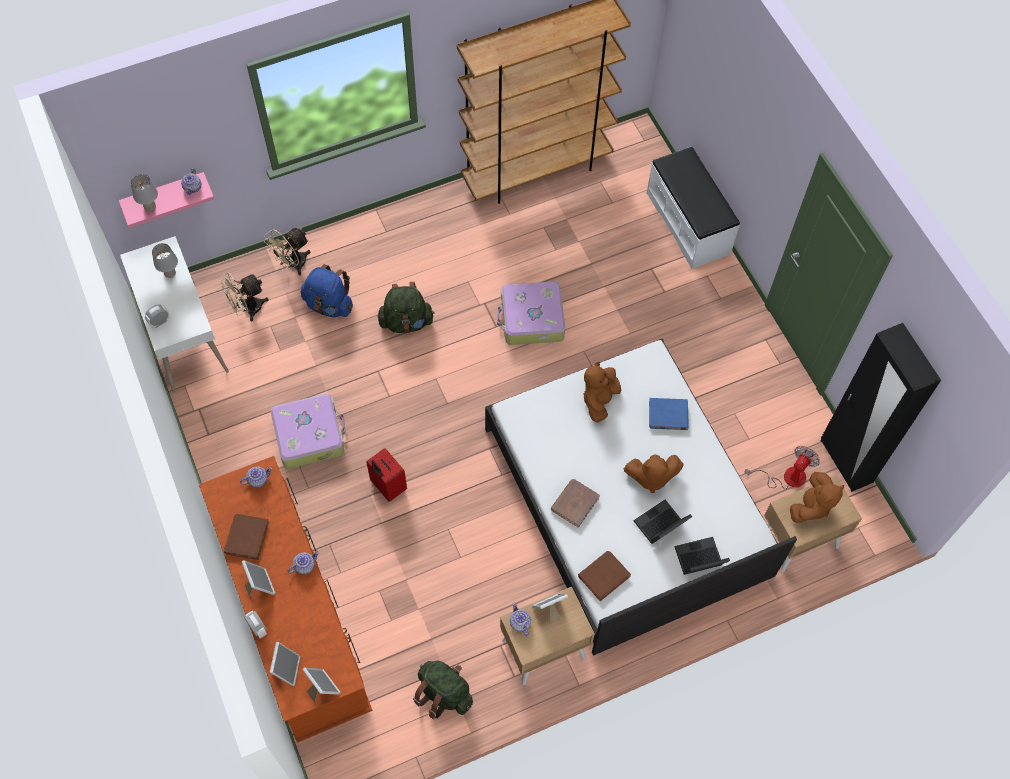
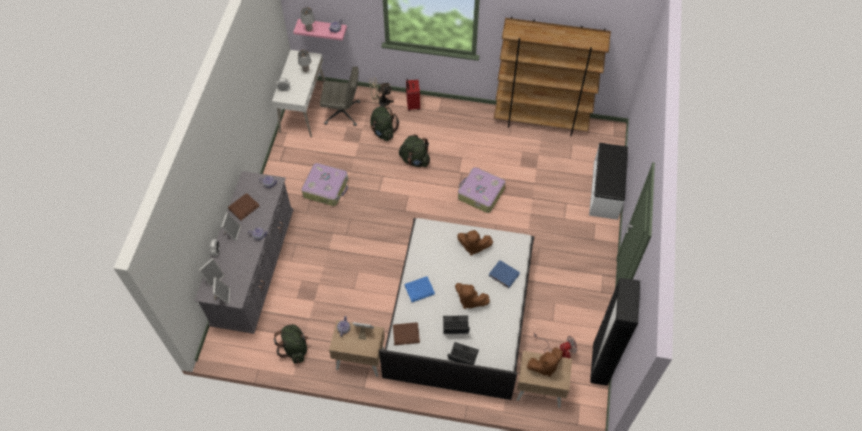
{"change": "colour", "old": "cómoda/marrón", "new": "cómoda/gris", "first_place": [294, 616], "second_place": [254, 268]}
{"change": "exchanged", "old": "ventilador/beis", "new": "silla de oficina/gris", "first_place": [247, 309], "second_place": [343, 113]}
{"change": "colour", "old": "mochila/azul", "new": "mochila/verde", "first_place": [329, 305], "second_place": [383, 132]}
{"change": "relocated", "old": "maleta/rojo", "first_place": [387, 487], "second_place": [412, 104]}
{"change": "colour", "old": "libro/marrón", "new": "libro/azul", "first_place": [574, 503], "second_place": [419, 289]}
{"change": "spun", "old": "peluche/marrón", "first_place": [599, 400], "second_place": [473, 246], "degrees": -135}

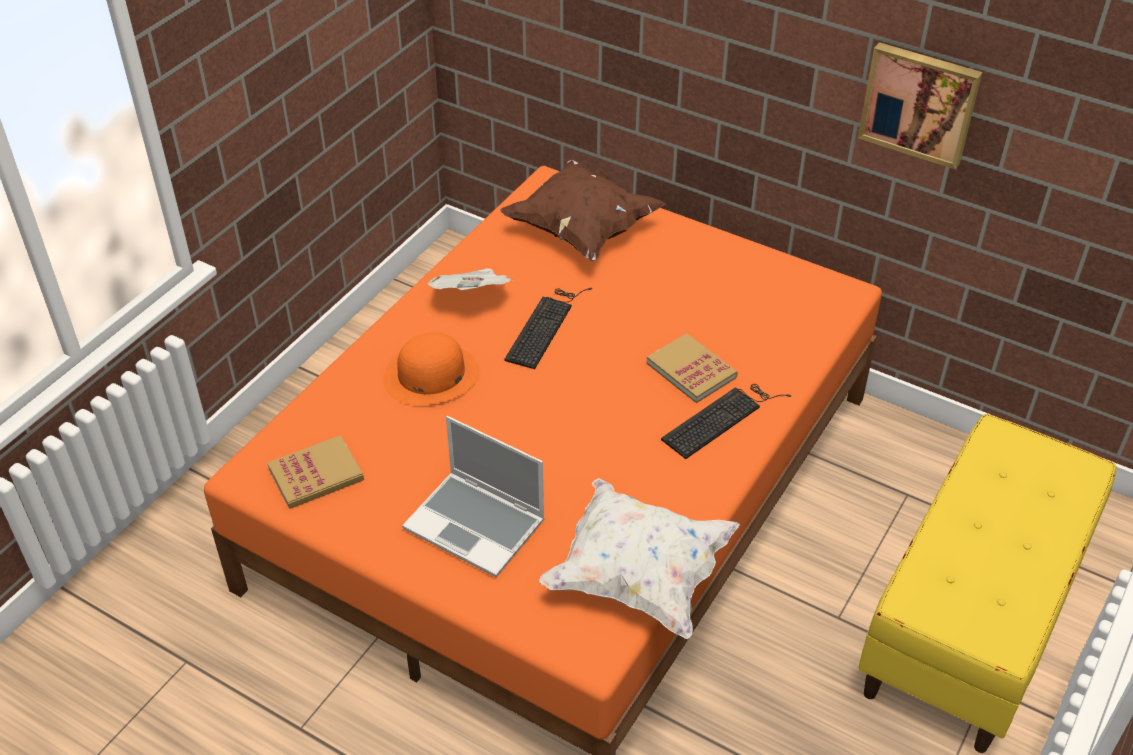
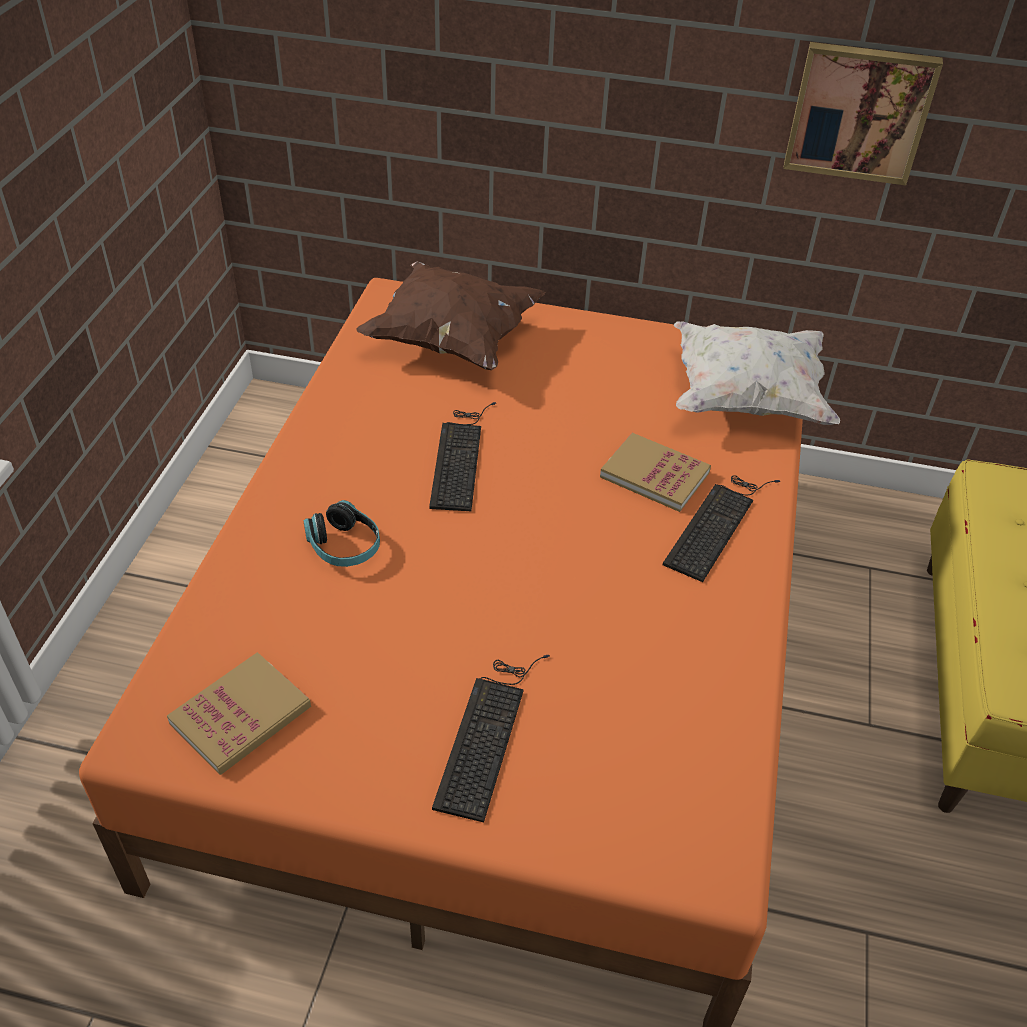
{"change": "exchanged", "old": "sombrero/naranja", "new": "auriculares", "first_place": [431, 375], "second_place": [344, 546]}
{"change": "exchanged", "old": "portátil", "new": "teclado", "first_place": [477, 525], "second_place": [488, 731]}
{"change": "missing", "old": "periódico", "first_place": [472, 297]}
{"change": "relocated", "old": "cojín/blanco", "first_place": [638, 576], "second_place": [746, 398]}

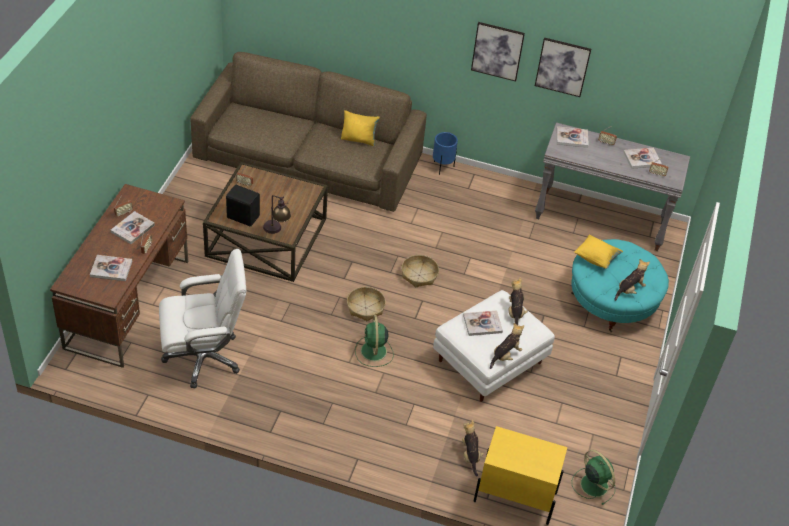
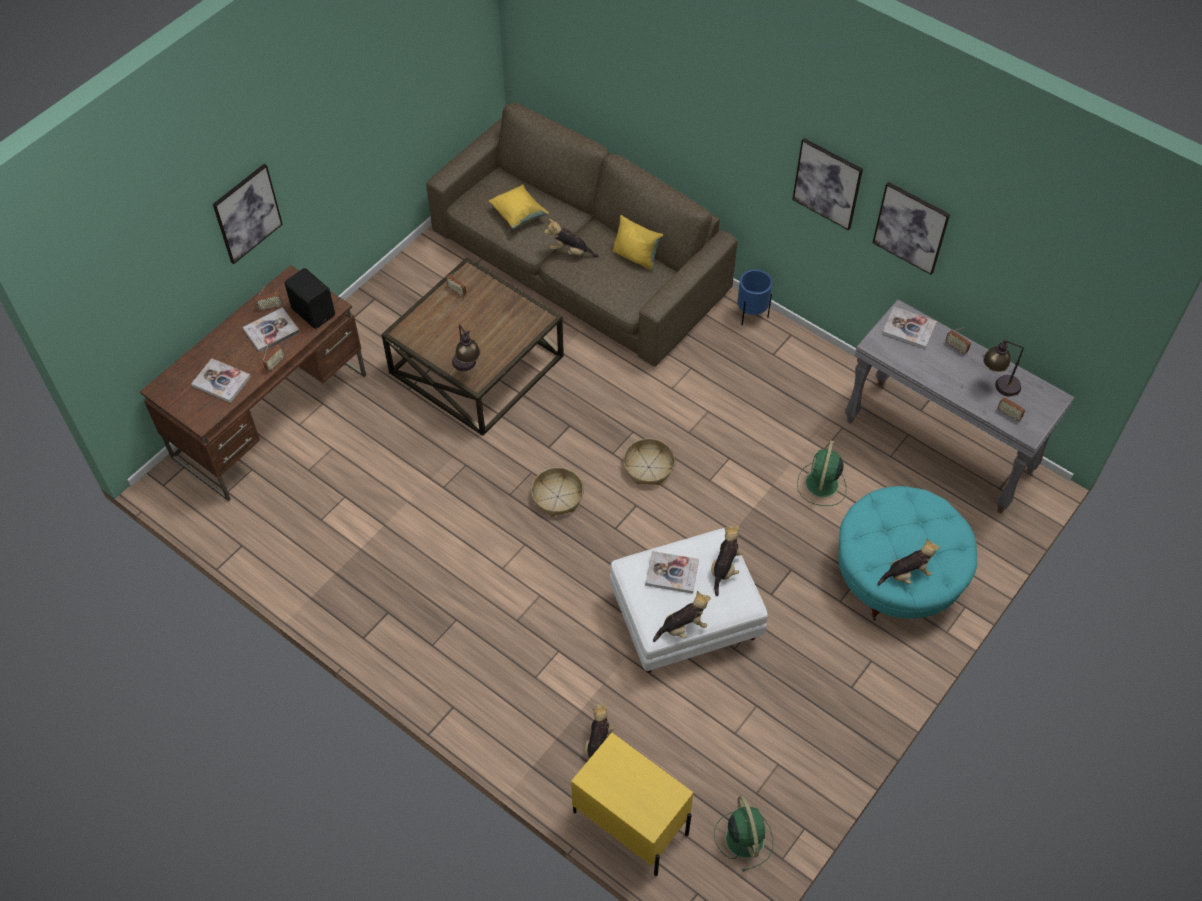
{"change": "missing", "old": "silla de oficina/blanco", "first_place": [204, 357]}
{"change": "relocated", "old": "altavoz/negro", "first_place": [243, 216], "second_place": [314, 311]}
{"change": "relocated", "old": "ventilador/verde", "first_place": [373, 352], "second_place": [821, 485]}
{"change": "relocated", "old": "cojín/amarillo", "first_place": [596, 258], "second_place": [518, 215]}
{"change": "exchanged", "old": "libro", "new": "lámpara de mesa", "first_place": [642, 159], "second_place": [997, 385]}
{"change": "appeared", "new": "cuadro", "second_place": [247, 213]}
{"change": "appeared", "new": "peluche", "second_place": [570, 251]}

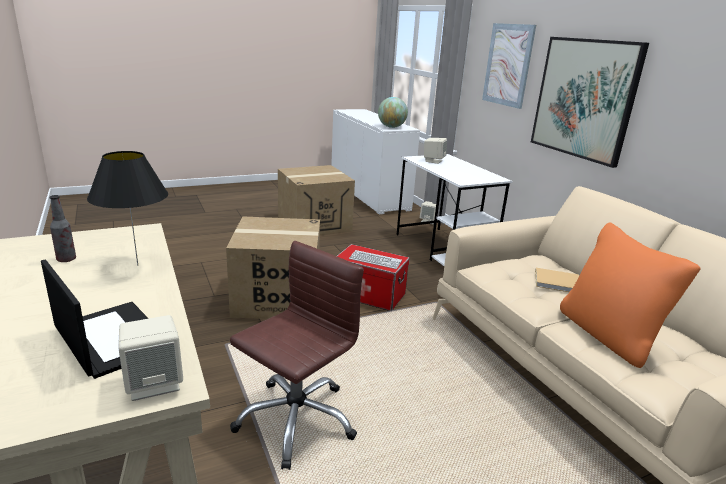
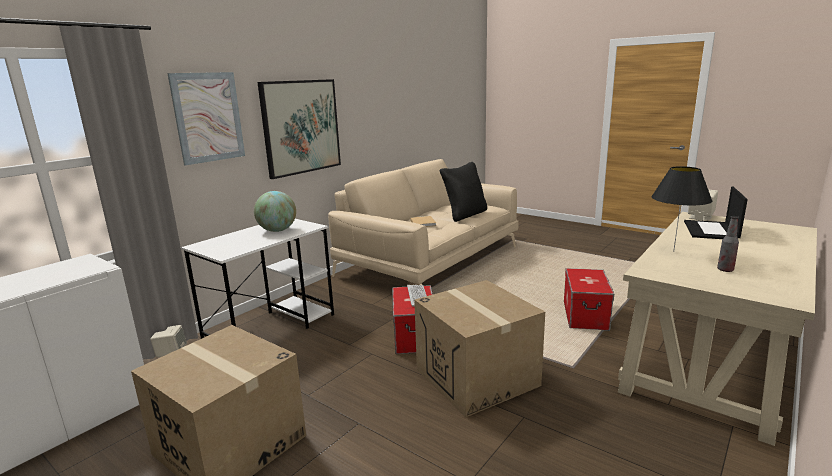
{"change": "exchanged", "old": "silla de oficina/marrón", "new": "caja de almacenaje", "first_place": [295, 419], "second_place": [585, 315]}
{"change": "relocated", "old": "globo terráqueo", "first_place": [391, 127], "second_place": [277, 230]}
{"change": "missing", "old": "altavoz/beis", "first_place": [433, 161]}
{"change": "colour", "old": "cojín/naranja", "new": "cojín/negro", "first_place": [608, 335], "second_place": [464, 215]}

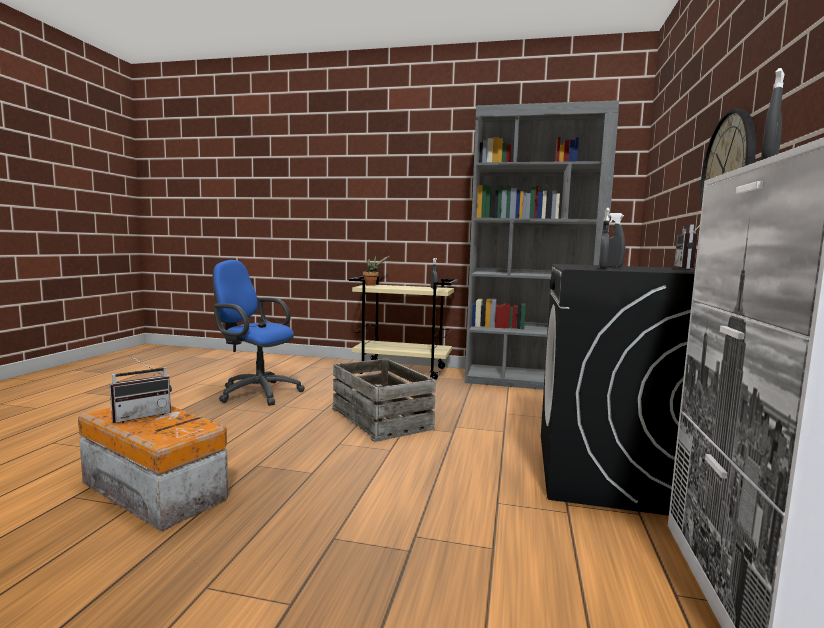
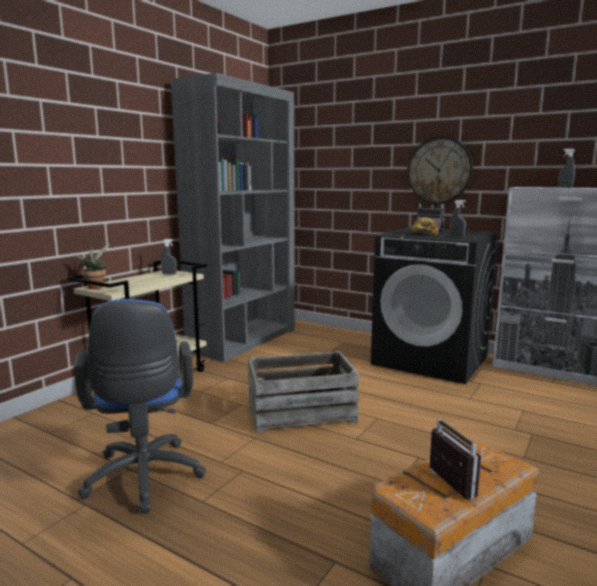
{"change": "spun", "old": "silla de oficina/azul", "first_place": [256, 392], "second_place": [143, 480], "degrees": -60}
{"change": "exchanged", "old": "pulverizador/gris", "new": "gorra", "first_place": [612, 267], "second_place": [424, 233]}

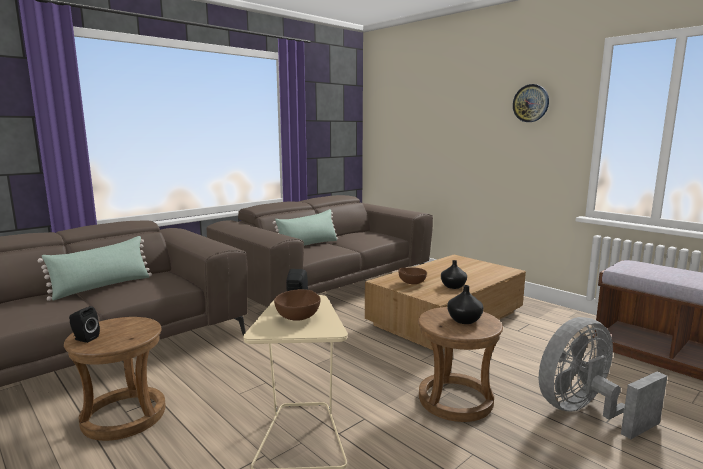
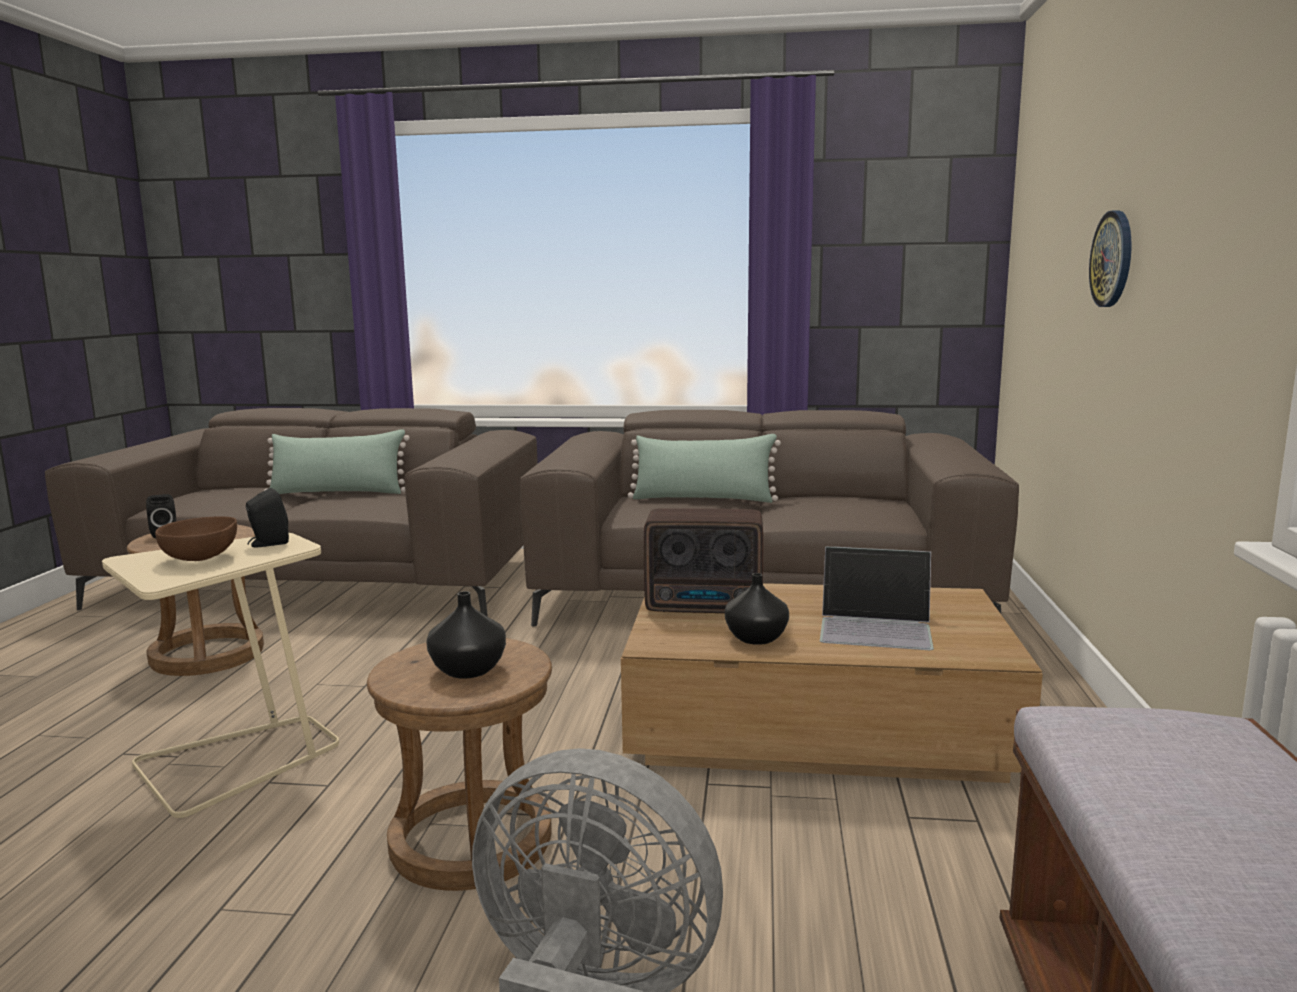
{"change": "exchanged", "old": "cuenco/marrón", "new": "radio", "first_place": [411, 283], "second_place": [706, 607]}
{"change": "relocated", "old": "reloj de pared", "first_place": [531, 103], "second_place": [1113, 259]}
{"change": "appeared", "new": "portátil", "second_place": [876, 627]}

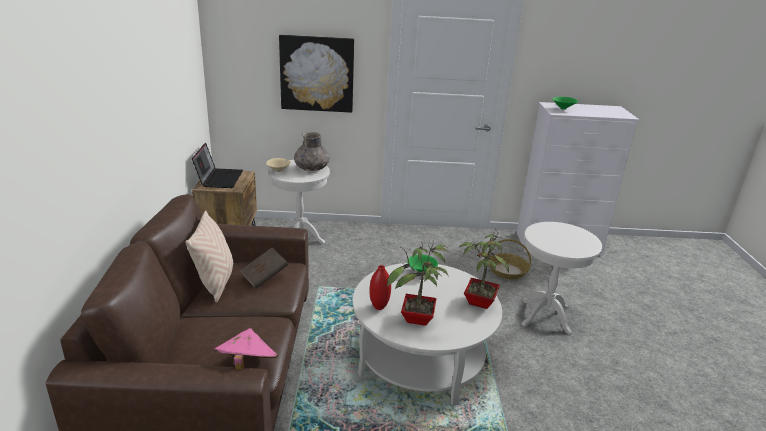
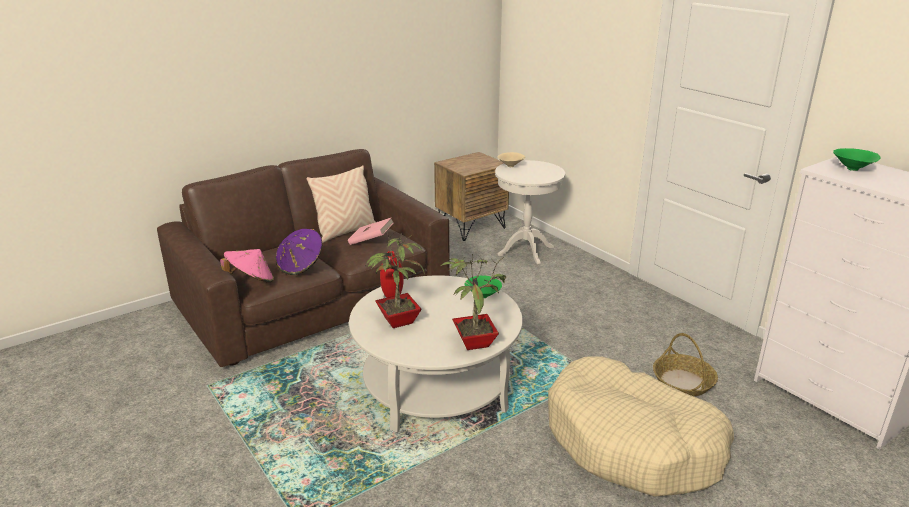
{"change": "missing", "old": "portátil", "first_place": [219, 178]}
{"change": "colour", "old": "libro/marrón", "new": "libro/rosa", "first_place": [264, 277], "second_place": [371, 241]}
{"change": "missing", "old": "cuadro", "first_place": [317, 74]}
{"change": "missing", "old": "florero/gris", "first_place": [312, 168]}
{"change": "exchanged", "old": "mesa auxiliar/blanco", "new": "cama para perro/beis", "first_place": [545, 316], "second_place": [632, 442]}
{"change": "appeared", "new": "sombrero/morado", "second_place": [300, 266]}

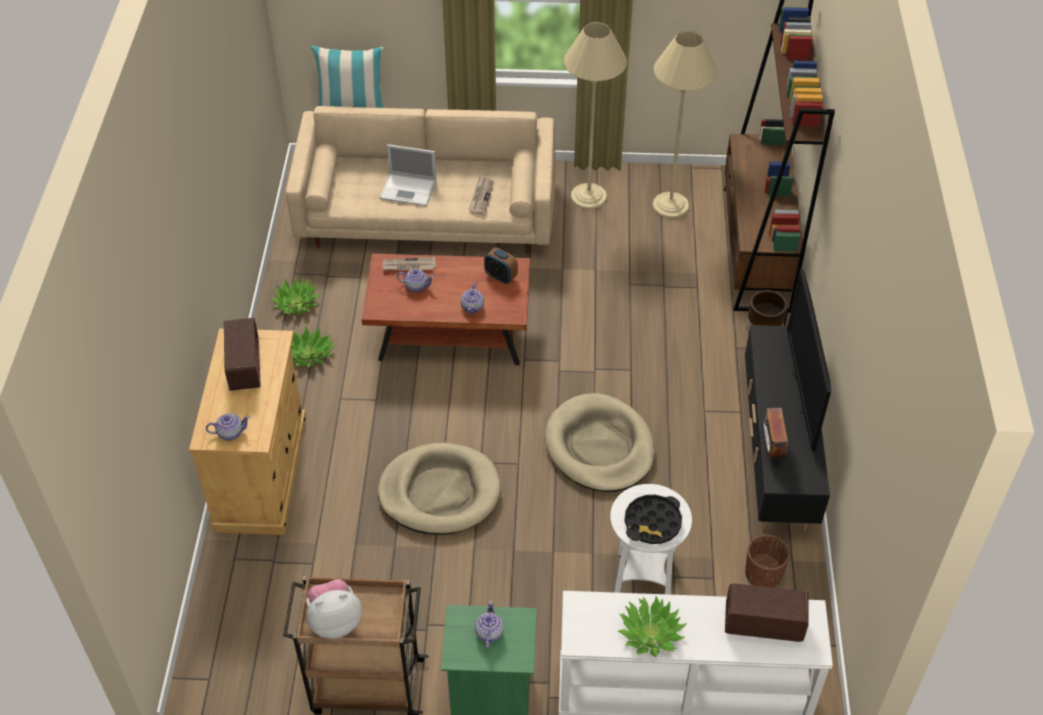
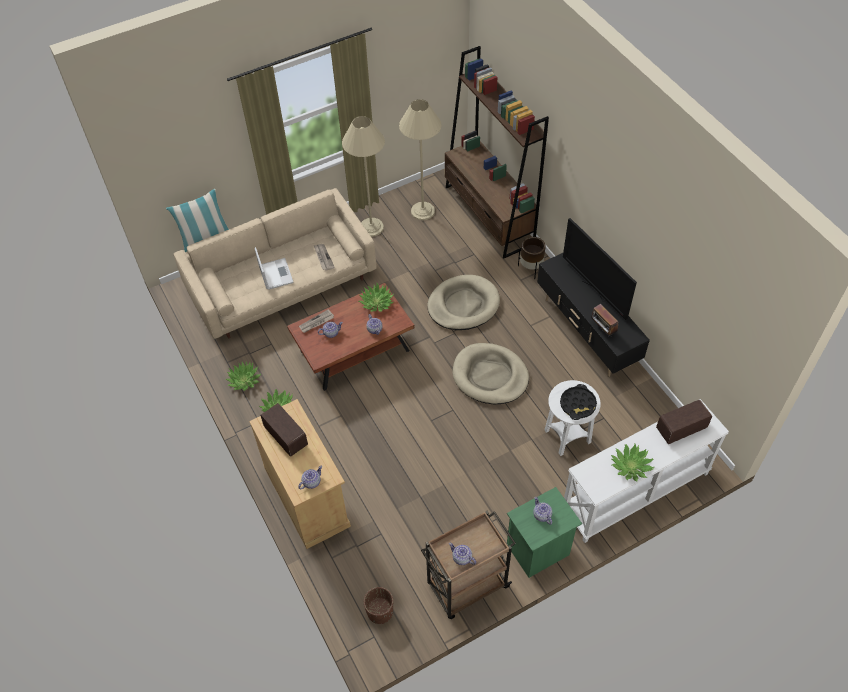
{"change": "exchanged", "old": "peluche", "new": "tetera", "first_place": [335, 621], "second_place": [462, 558]}
{"change": "relocated", "old": "cama para perro/beis", "first_place": [439, 492], "second_place": [463, 305]}
{"change": "spun", "old": "portátil", "first_place": [409, 189], "second_place": [275, 273], "degrees": -90}
{"change": "exchanged", "old": "despertador", "new": "planta en maceta", "first_place": [500, 277], "second_place": [377, 302]}
{"change": "relocated", "old": "maceta/marrón", "first_place": [763, 575], "second_place": [380, 611]}

